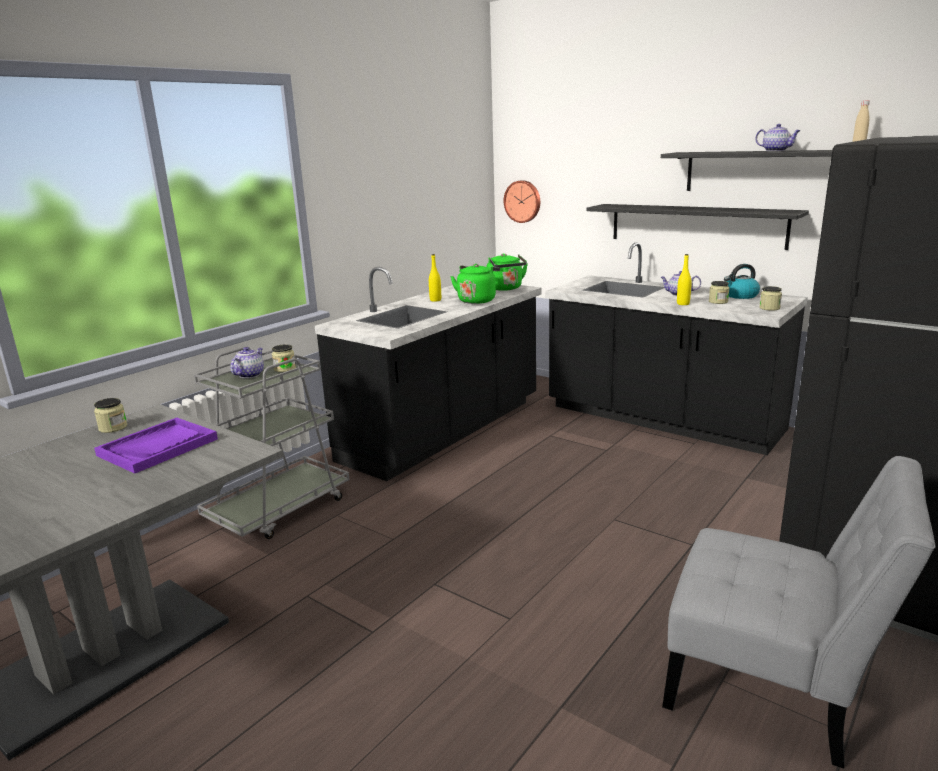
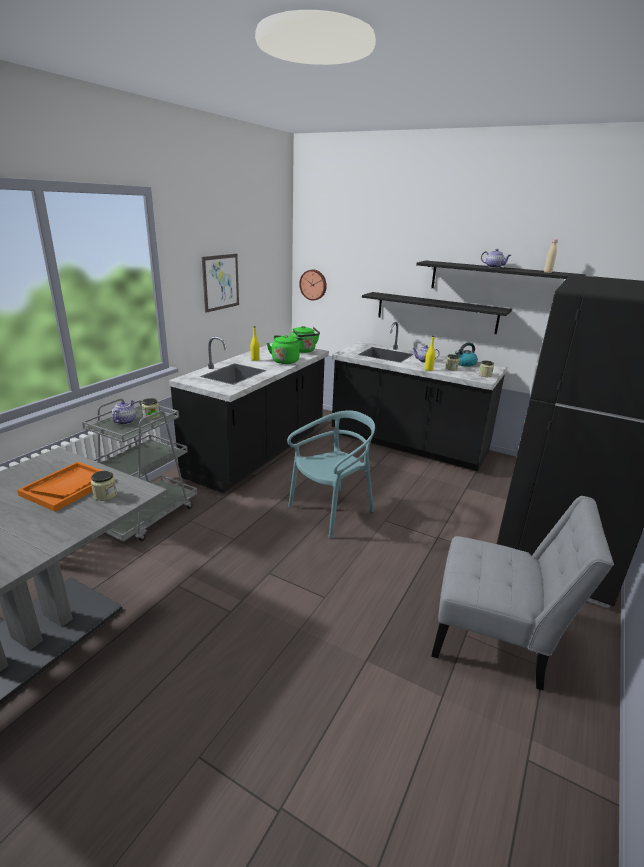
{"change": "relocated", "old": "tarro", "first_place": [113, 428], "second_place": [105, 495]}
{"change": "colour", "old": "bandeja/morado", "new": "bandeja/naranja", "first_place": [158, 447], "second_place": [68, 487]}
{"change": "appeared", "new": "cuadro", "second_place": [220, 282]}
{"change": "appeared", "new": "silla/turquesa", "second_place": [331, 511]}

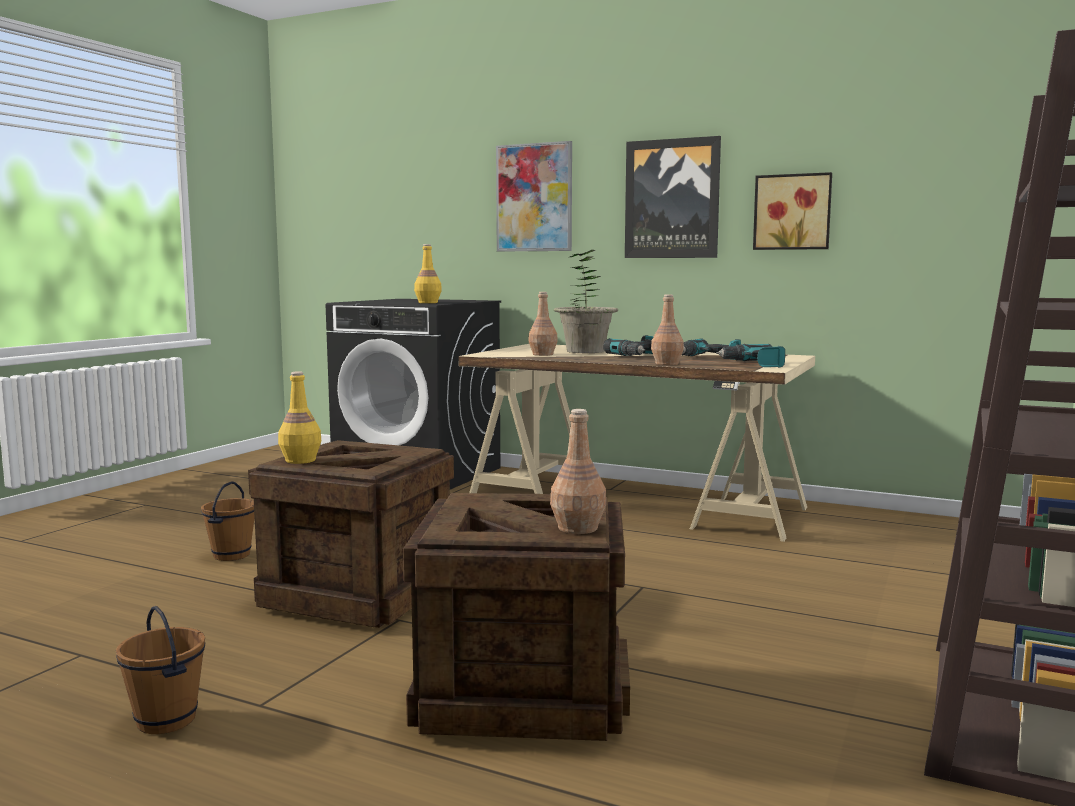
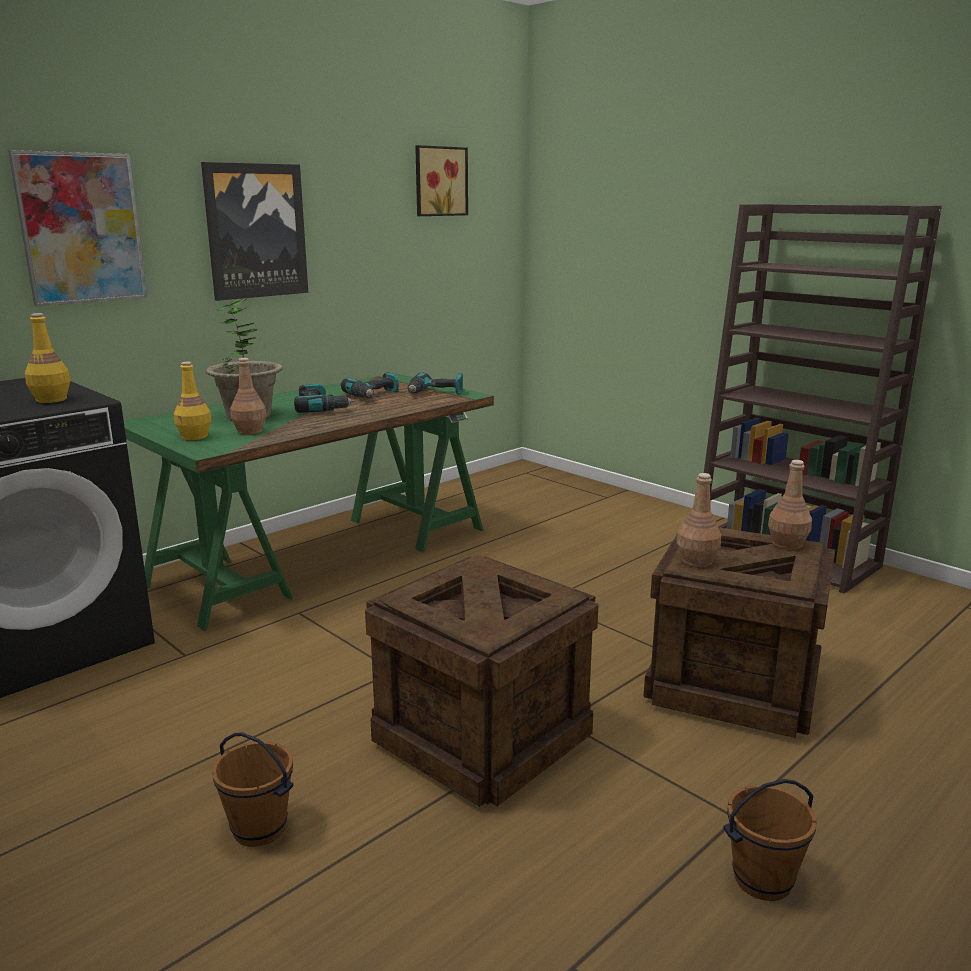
{"change": "relocated", "old": "botella/amarillo", "first_place": [300, 460], "second_place": [195, 437]}
{"change": "colour", "old": "escritorio/beis", "new": "escritorio/verde", "first_place": [635, 503], "second_place": [324, 555]}
{"change": "relocated", "old": "botella/marrón", "first_place": [667, 364], "second_place": [697, 561]}
{"change": "relocated", "old": "cuadro", "first_place": [792, 212], "second_place": [439, 181]}

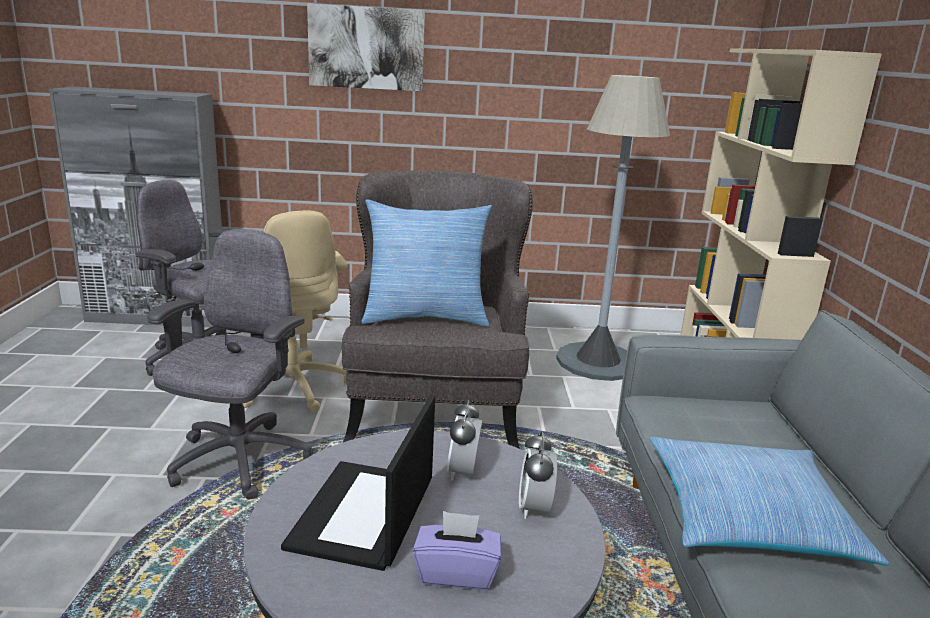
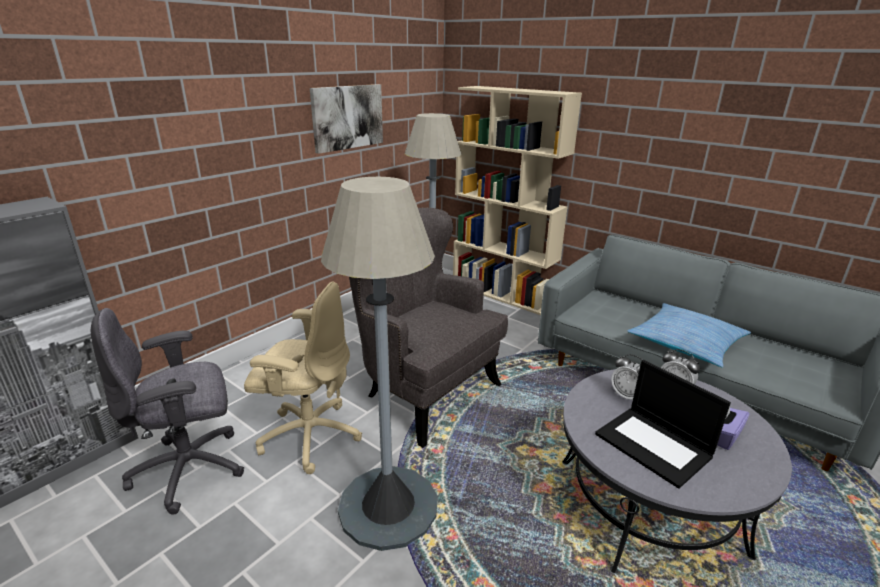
{"change": "exchanged", "old": "silla de oficina/gris", "new": "lámpara de pie/gris", "first_place": [238, 461], "second_place": [388, 506]}
{"change": "relocated", "old": "cuadro", "first_place": [366, 48], "second_place": [347, 117]}
{"change": "missing", "old": "cojín", "first_place": [425, 317]}

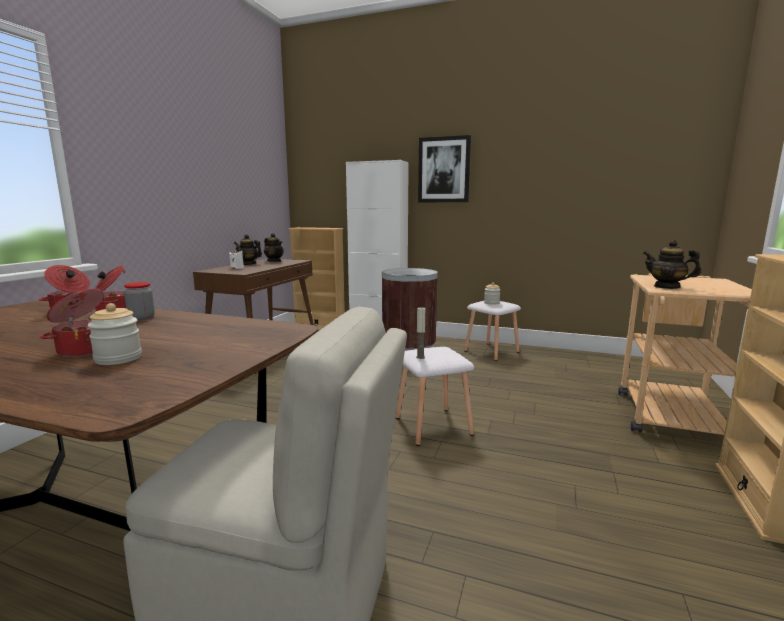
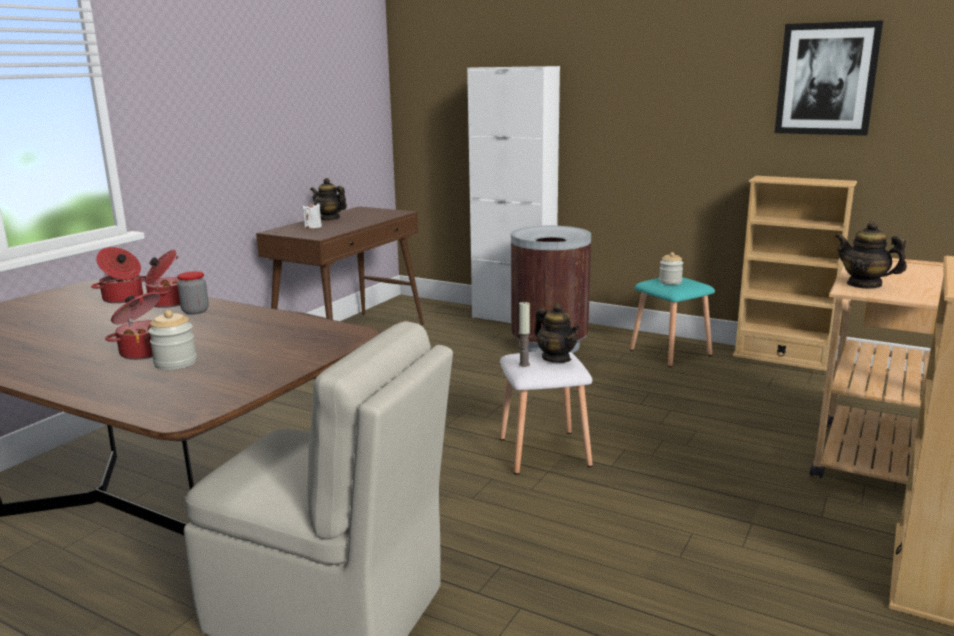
{"change": "relocated", "old": "tetera", "first_place": [274, 261], "second_place": [556, 358]}
{"change": "relocated", "old": "estantería/beis", "first_place": [319, 327], "second_place": [782, 359]}
{"change": "relocated", "old": "cuadro", "first_place": [444, 170], "second_place": [826, 79]}
{"change": "colour", "old": "taburete/blanco", "new": "taburete/turquesa", "first_place": [491, 352], "second_place": [670, 353]}

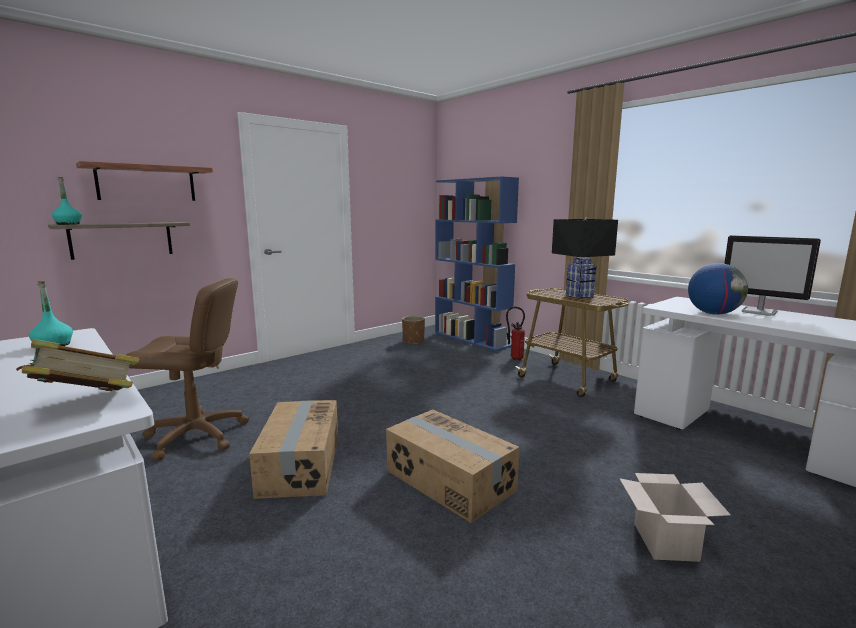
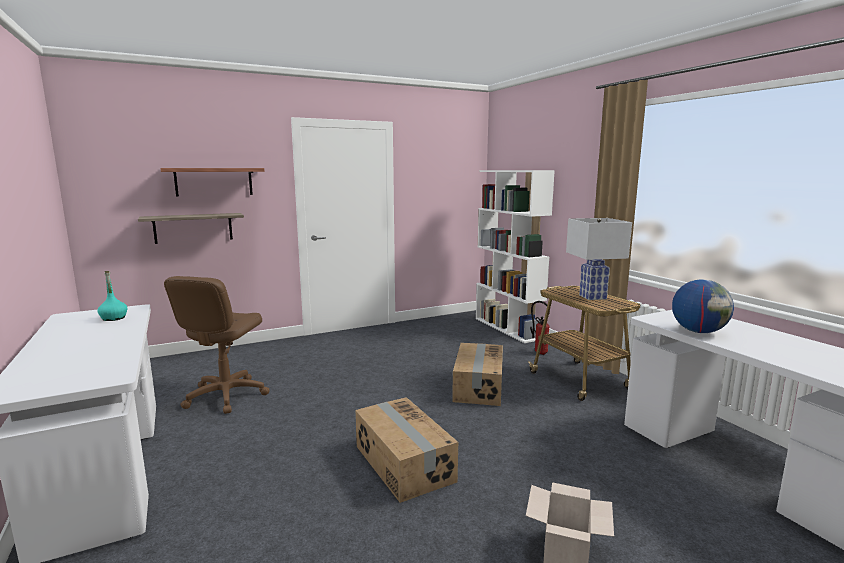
{"change": "missing", "old": "libro", "first_place": [85, 404]}
{"change": "missing", "old": "botella/turquesa", "first_place": [68, 224]}
{"change": "spun", "old": "silla de oficina/marrón", "first_place": [196, 436], "second_place": [226, 395], "degrees": 90}
{"change": "relocated", "old": "caja de cartón", "first_place": [299, 464], "second_place": [478, 386]}
{"change": "missing", "old": "maceta/marrón", "first_place": [413, 341]}
{"change": "colour", "old": "estantería/azul", "new": "estantería/blanco", "first_place": [472, 339], "second_place": [508, 328]}
{"change": "colour", "old": "lámpara de mesa/negro", "new": "lámpara de mesa/blanco", "first_place": [579, 296], "second_place": [592, 297]}
{"change": "missing", "old": "monitor", "first_place": [760, 312]}

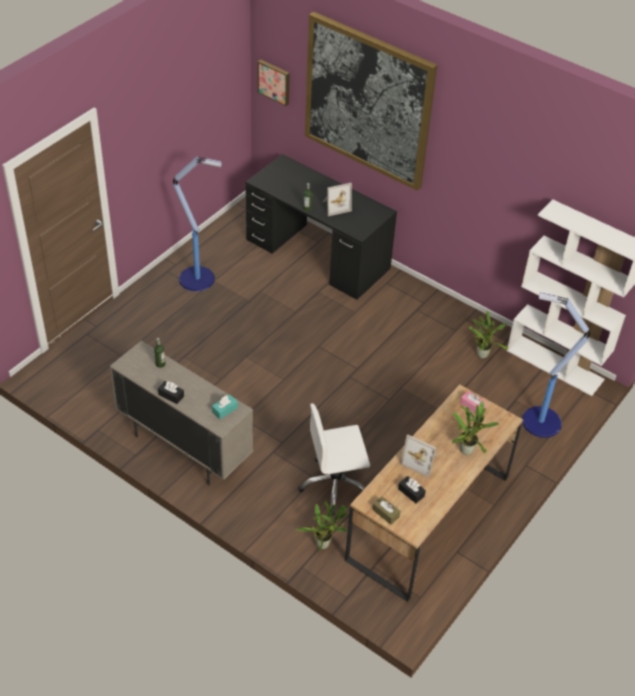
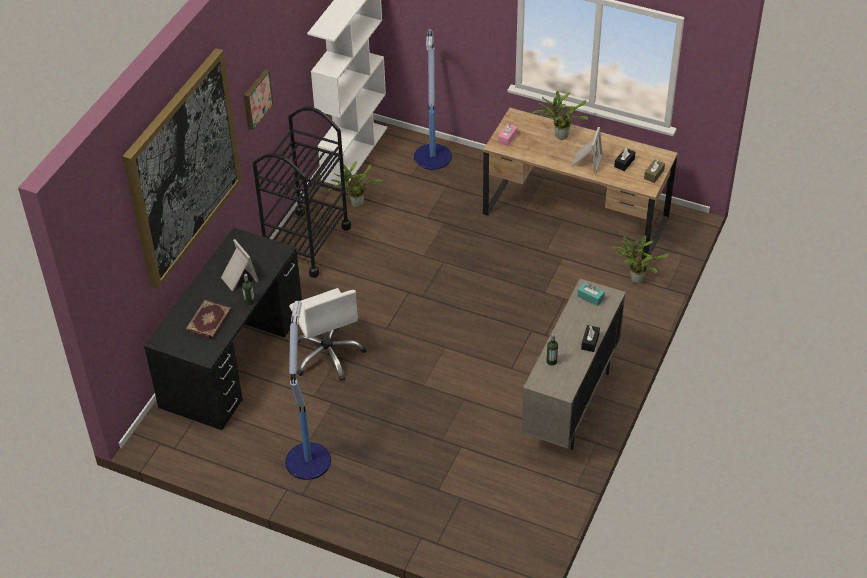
{"change": "relocated", "old": "cuadro", "first_place": [274, 81], "second_place": [256, 99]}
{"change": "relocated", "old": "silla de oficina/blanco", "first_place": [335, 485], "second_place": [328, 355]}
{"change": "appeared", "new": "libro", "second_place": [209, 321]}
{"change": "appeared", "new": "carrito/negro", "second_place": [307, 243]}

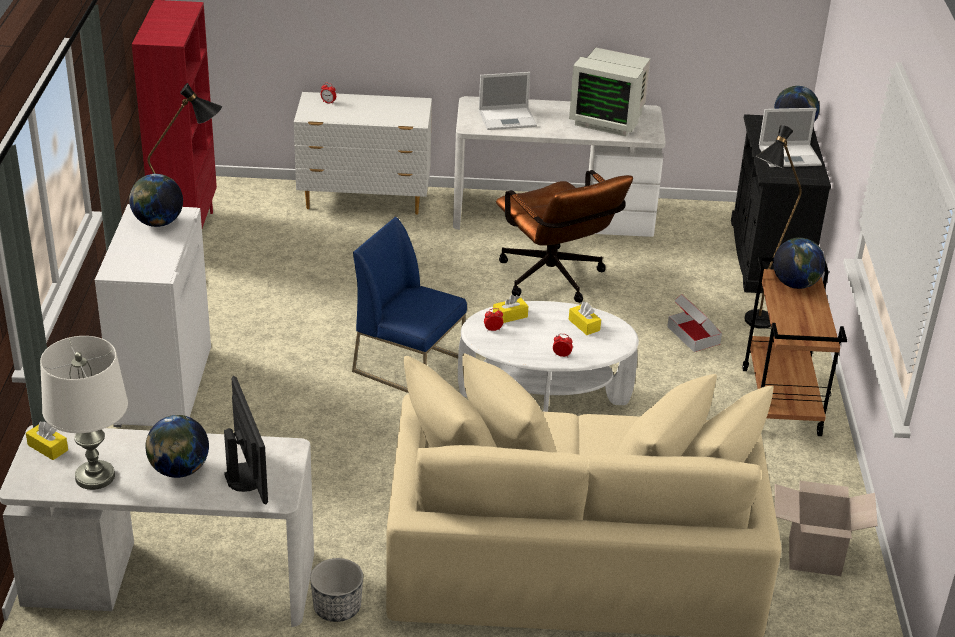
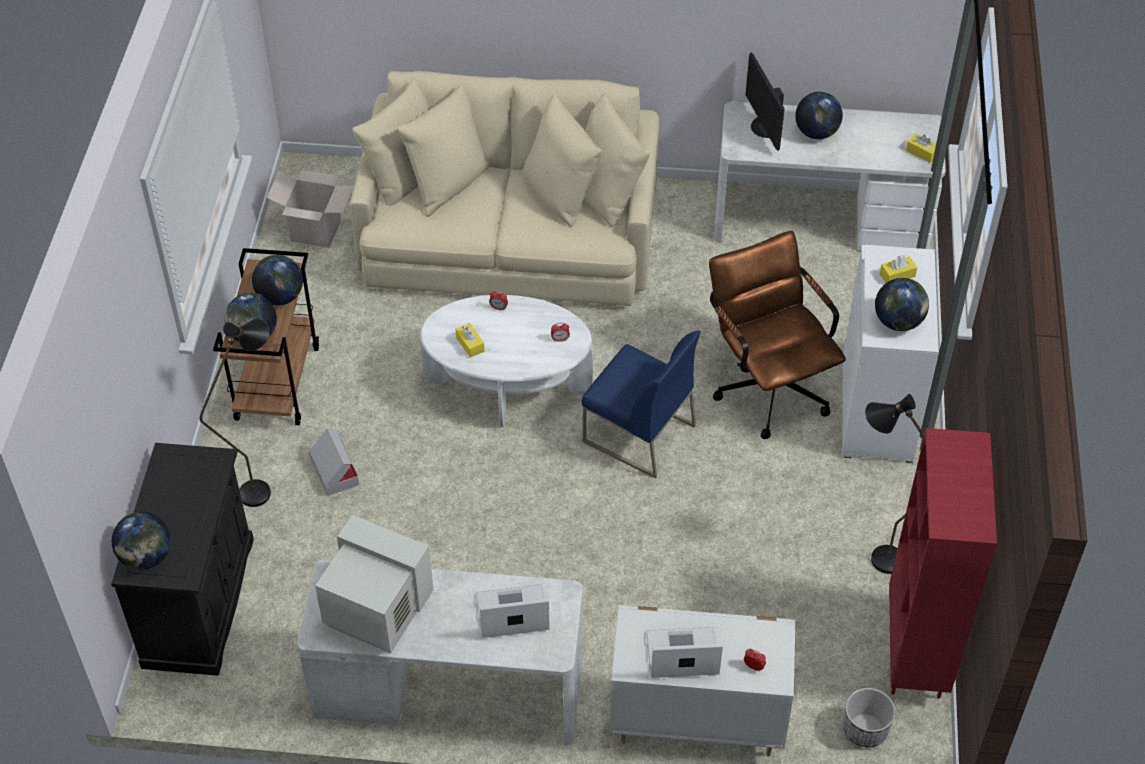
{"change": "missing", "old": "lámpara de mesa/blanco", "first_place": [95, 476]}
{"change": "relocated", "old": "maceta", "first_place": [337, 608], "second_place": [865, 730]}
{"change": "relocated", "old": "caja de pañuelos/amarillo", "first_place": [510, 316], "second_place": [897, 275]}
{"change": "relocated", "old": "silla de oficina/marrón", "first_place": [555, 281], "second_place": [768, 385]}
{"change": "relocated", "old": "portátil", "first_place": [790, 156], "second_place": [680, 654]}
{"change": "appeared", "new": "globo terráqueo", "second_place": [280, 297]}

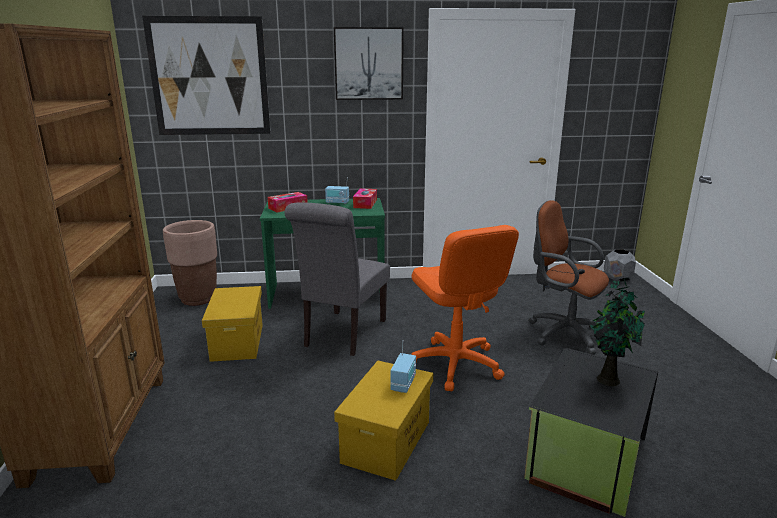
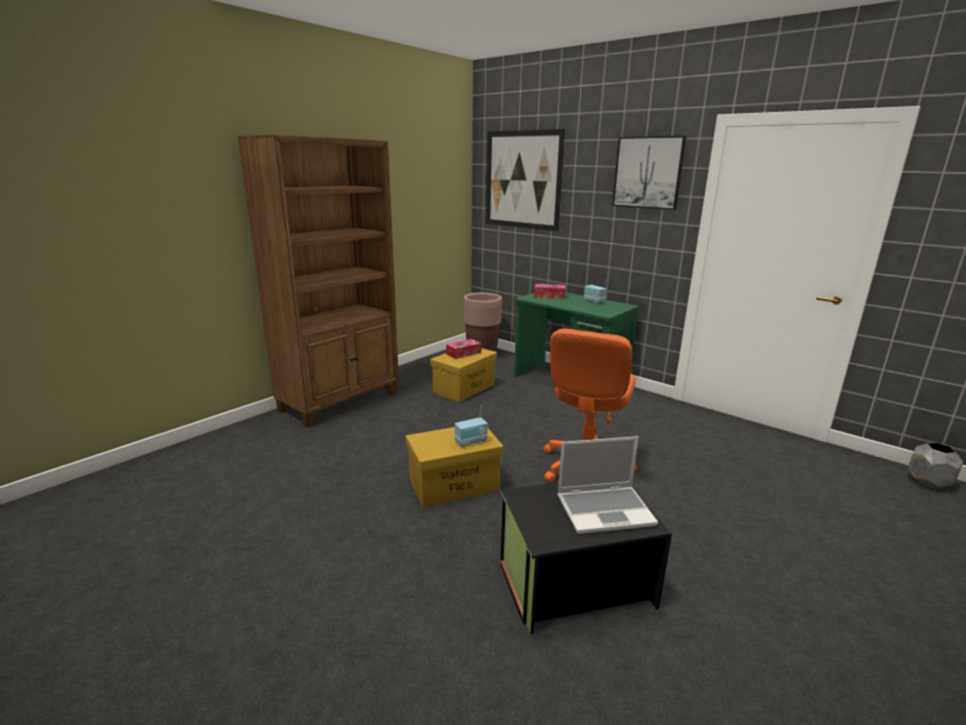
{"change": "missing", "old": "silla/gris", "first_place": [342, 335]}
{"change": "relocated", "old": "caja de pañuelos", "first_place": [365, 203], "second_place": [463, 353]}
{"change": "missing", "old": "silla de oficina/marrón", "first_place": [563, 333]}
{"change": "exchanged", "old": "planta en maceta", "new": "portátil", "first_place": [607, 378], "second_place": [605, 510]}

